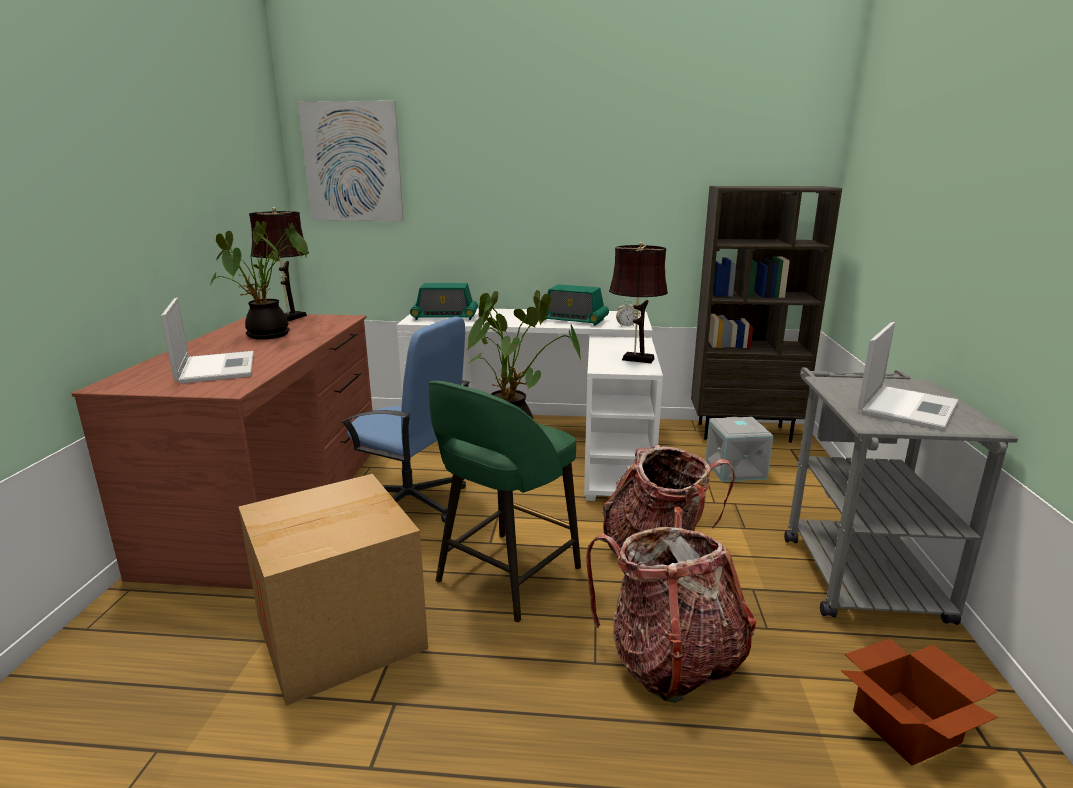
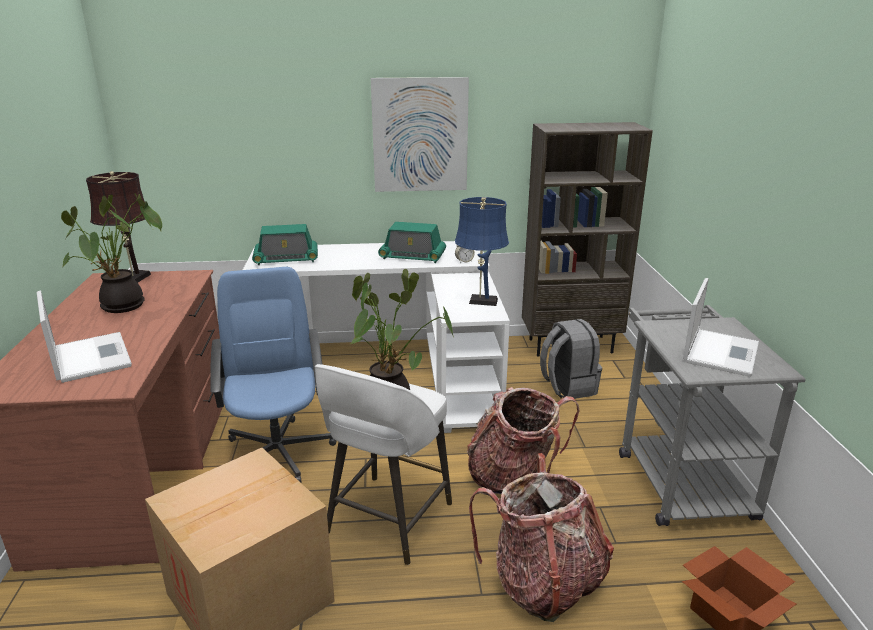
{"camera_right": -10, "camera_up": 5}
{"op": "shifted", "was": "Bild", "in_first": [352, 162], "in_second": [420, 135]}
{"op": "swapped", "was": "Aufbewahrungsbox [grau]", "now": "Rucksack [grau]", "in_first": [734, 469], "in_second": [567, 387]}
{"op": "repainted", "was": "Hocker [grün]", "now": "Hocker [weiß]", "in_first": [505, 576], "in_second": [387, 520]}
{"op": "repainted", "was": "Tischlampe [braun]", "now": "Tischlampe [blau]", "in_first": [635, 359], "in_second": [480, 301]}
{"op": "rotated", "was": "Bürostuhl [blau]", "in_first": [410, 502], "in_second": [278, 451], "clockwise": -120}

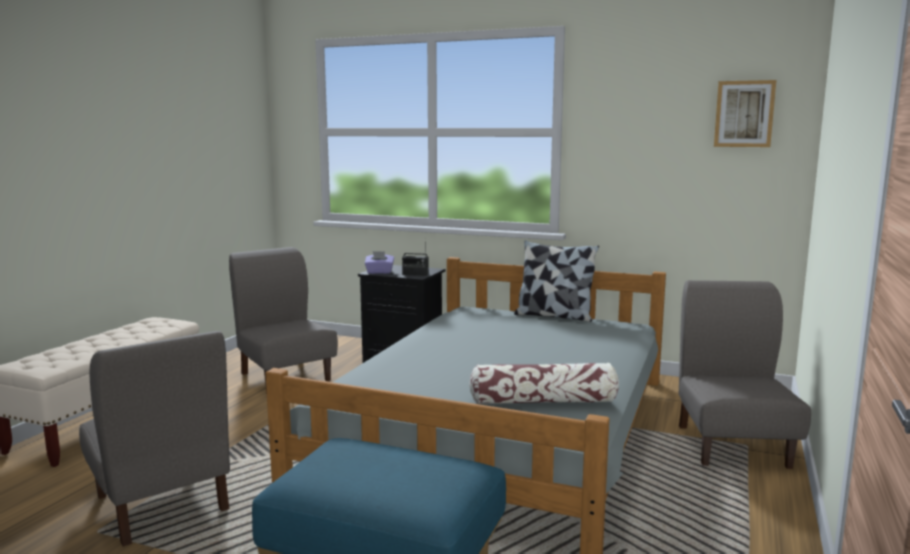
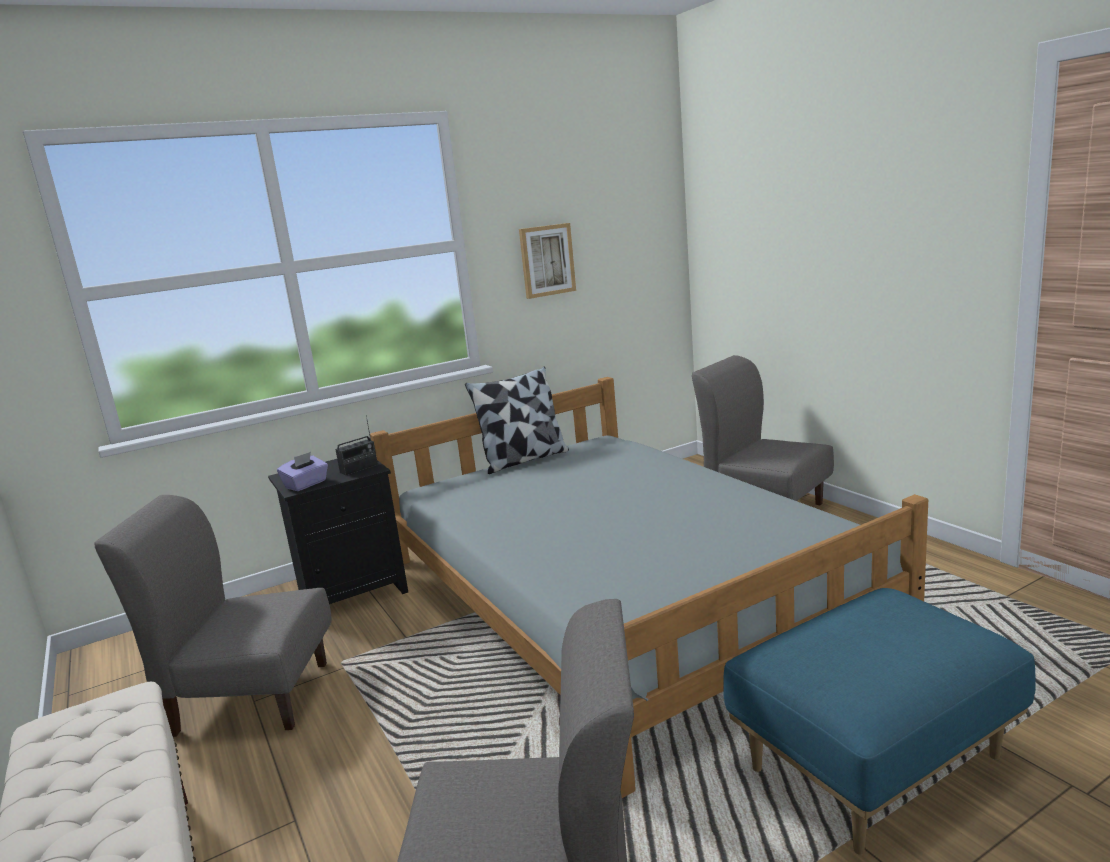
{"camera_right": -50, "camera_up": 5}
{"op": "gone", "was": "Kissen", "in_first": [543, 401]}
{"op": "shifted", "was": "Bild", "in_first": [744, 114], "in_second": [547, 260]}

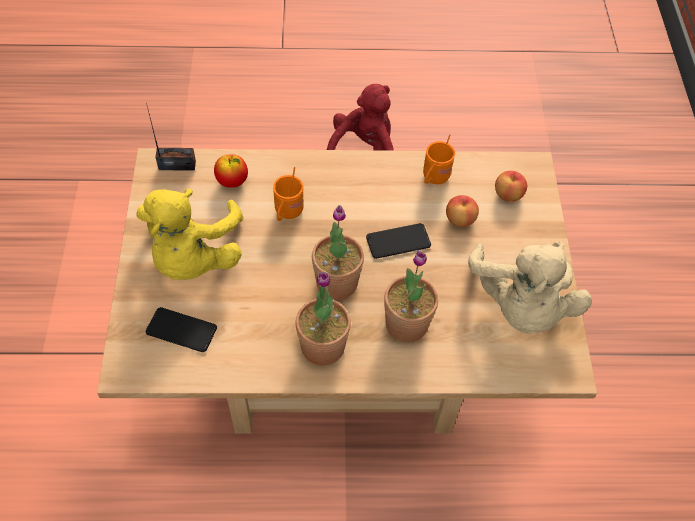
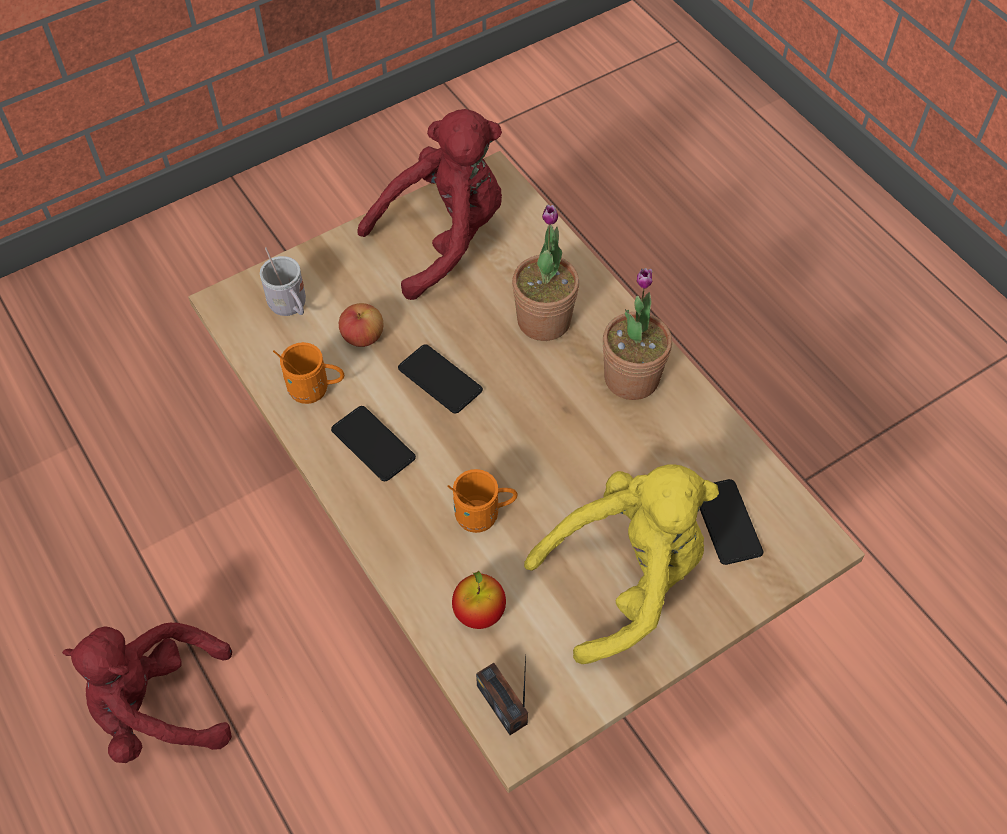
{"camera_right": -120, "camera_up": 0}
{"op": "gone", "was": "Topfpflanze", "in_first": [337, 282]}
{"op": "new", "now": "Handy", "in_second": [373, 444]}
{"op": "swapped", "was": "Apfel", "now": "Henkelbecher [weiß]", "in_first": [508, 194], "in_second": [291, 308]}
{"op": "repainted", "was": "Plüschtier [beige]", "now": "Plüschtier [rot]", "in_first": [520, 305], "in_second": [444, 238]}

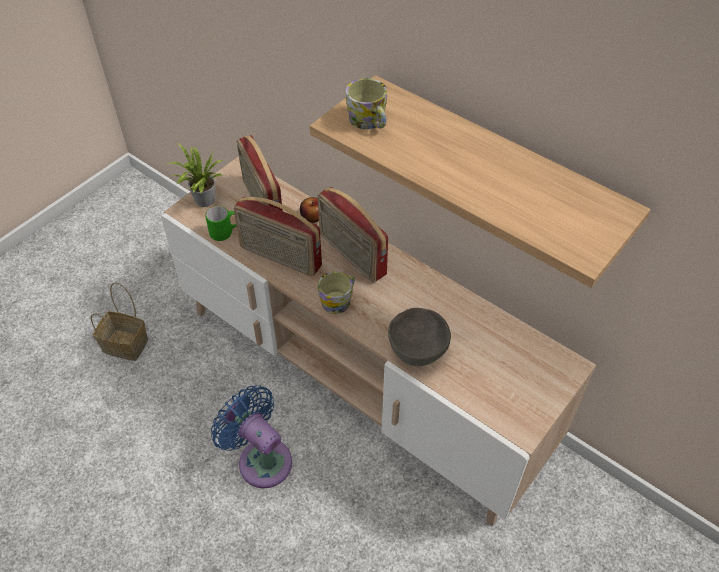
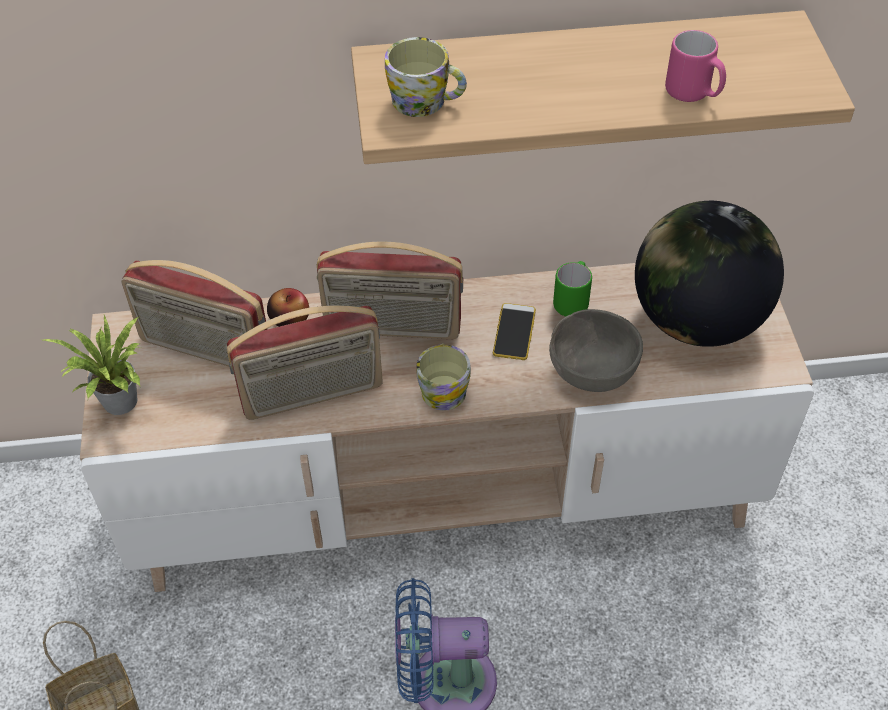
{"camera_right": -45, "camera_up": 0}
{"op": "new", "now": "Handy", "in_second": [514, 332]}
{"op": "new", "now": "Globus", "in_second": [696, 321]}
{"op": "new", "now": "Henkelbecher [rosa]", "in_second": [693, 94]}
{"op": "shifted", "was": "Henkelbecher [grün]", "in_first": [225, 232], "in_second": [572, 301]}

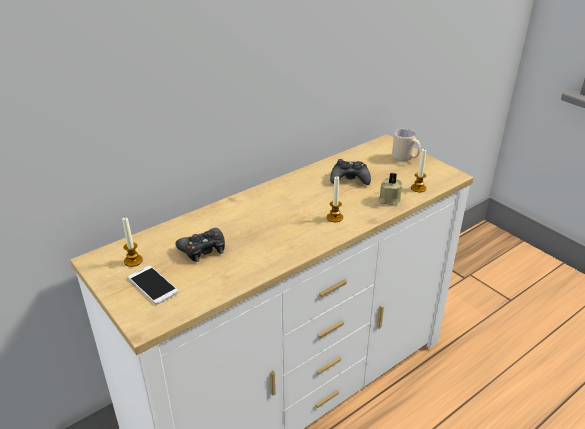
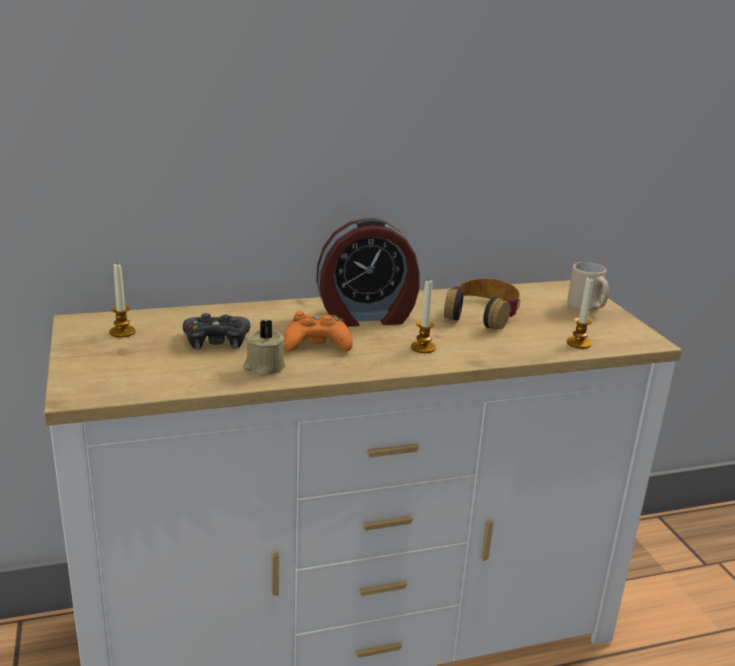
{"camera_right": 20, "camera_up": -10}
{"op": "gone", "was": "Handy", "in_first": [153, 285]}
{"op": "new", "now": "Gamepad [orange]", "in_second": [317, 344]}
{"op": "new", "now": "Wecker", "in_second": [366, 316]}
{"op": "shifted", "was": "Kerze [beige]", "in_first": [388, 199], "in_second": [263, 367]}
{"op": "swapped", "was": "Gamepad [schwarz]", "now": "Kopfhörer", "in_first": [350, 179], "in_second": [482, 313]}

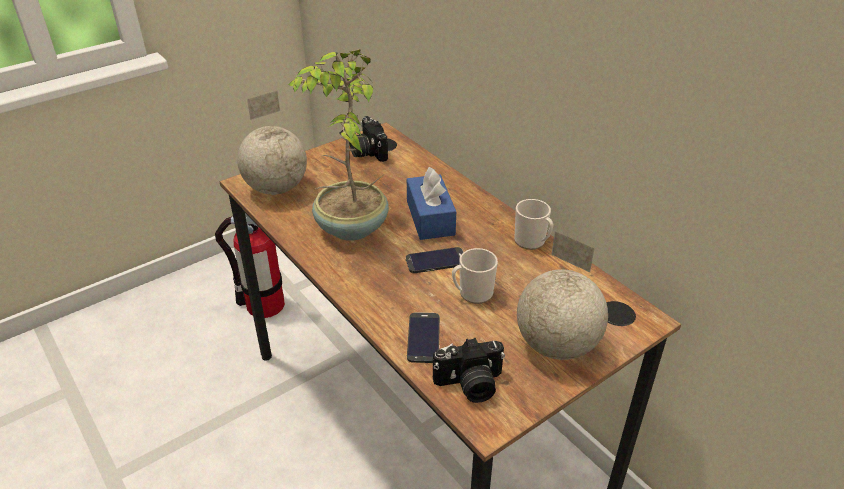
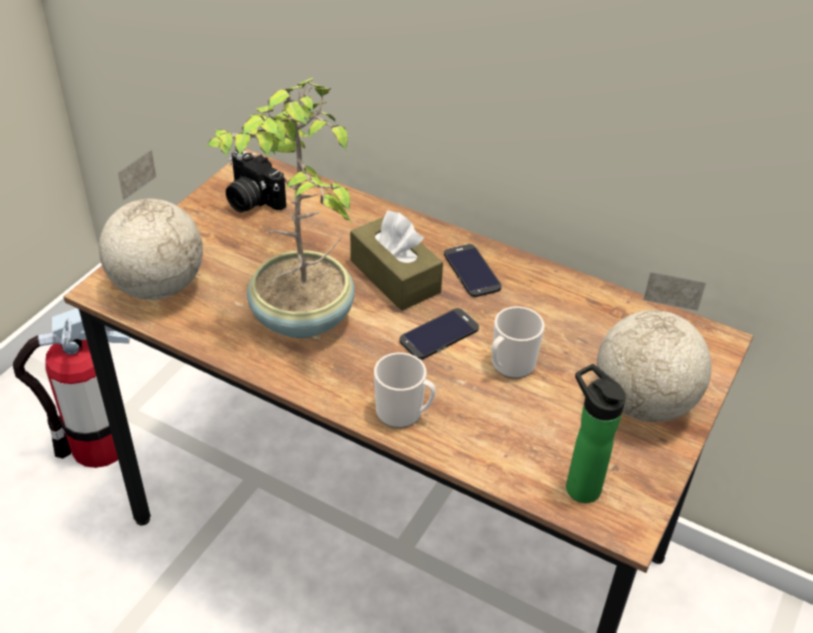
{"camera_right": -25, "camera_up": 5}
{"op": "shifted", "was": "Handy", "in_first": [423, 337], "in_second": [472, 271]}
{"op": "shifted", "was": "Henkelbecher", "in_first": [532, 242], "in_second": [404, 413]}
{"op": "swapped", "was": "Kamera", "now": "Flasche", "in_first": [470, 385], "in_second": [579, 485]}
{"op": "repainted", "was": "Taschentuchbox [blau]", "now": "Taschentuchbox [braun]", "in_first": [430, 218], "in_second": [395, 276]}

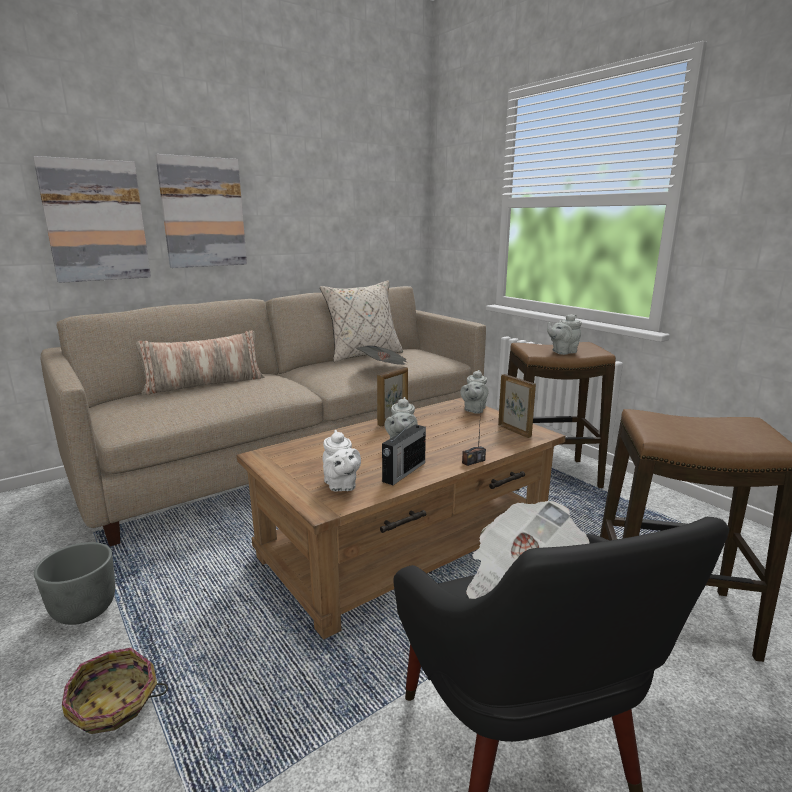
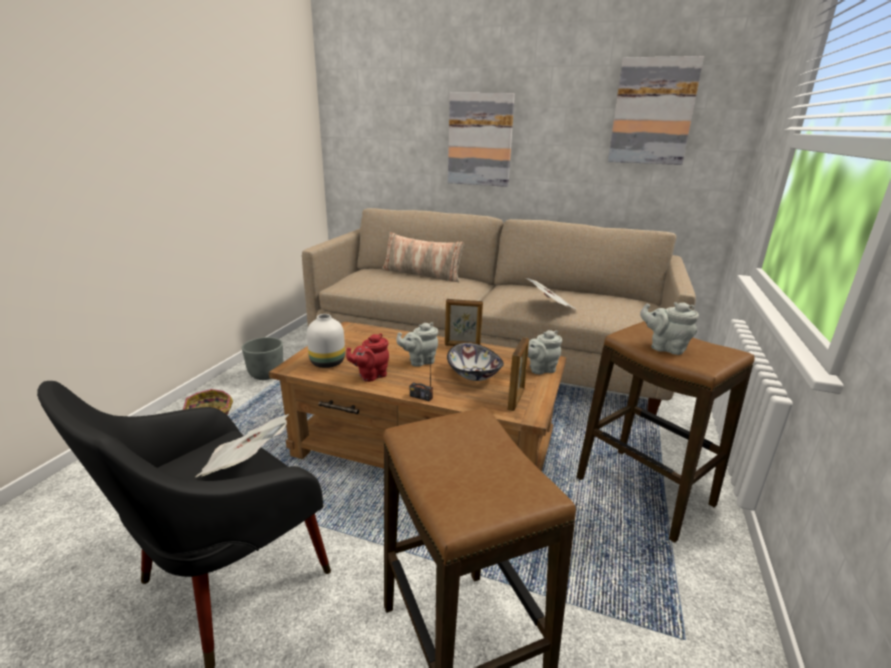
{"camera_right": 55, "camera_up": 5}
{"op": "gone", "was": "Kissen [beige]", "in_first": [363, 355]}
{"op": "new", "now": "Schüssel", "in_second": [474, 375]}
{"op": "shifted", "was": "Bild", "in_first": [95, 221], "in_second": [652, 112]}
{"op": "swapped", "was": "Teekanne [weiß]", "now": "Vase [weiß]", "in_first": [341, 486], "in_second": [328, 362]}
{"op": "swapped", "was": "Radio", "now": "Teekanne [rot]", "in_first": [403, 472], "in_second": [370, 376]}

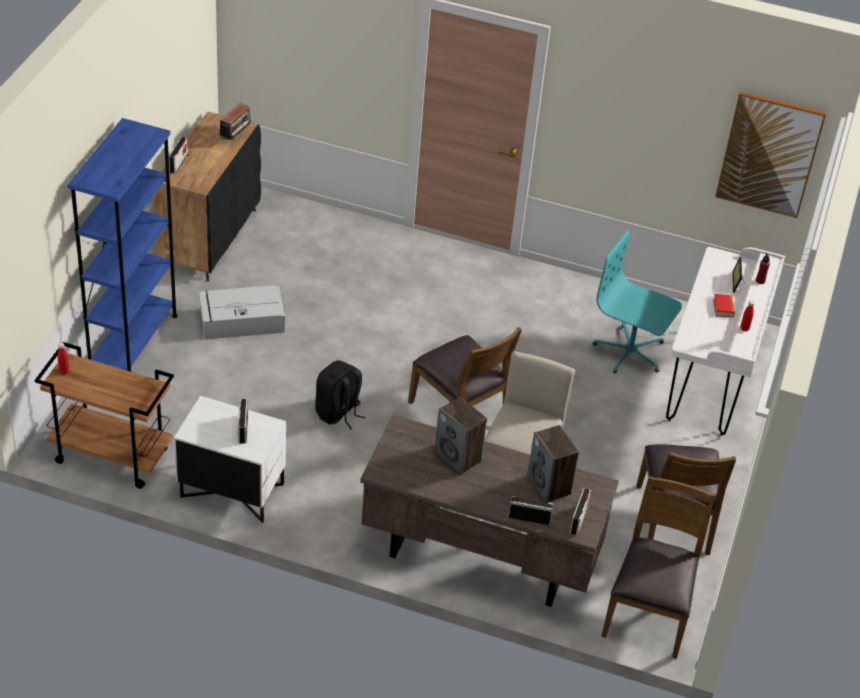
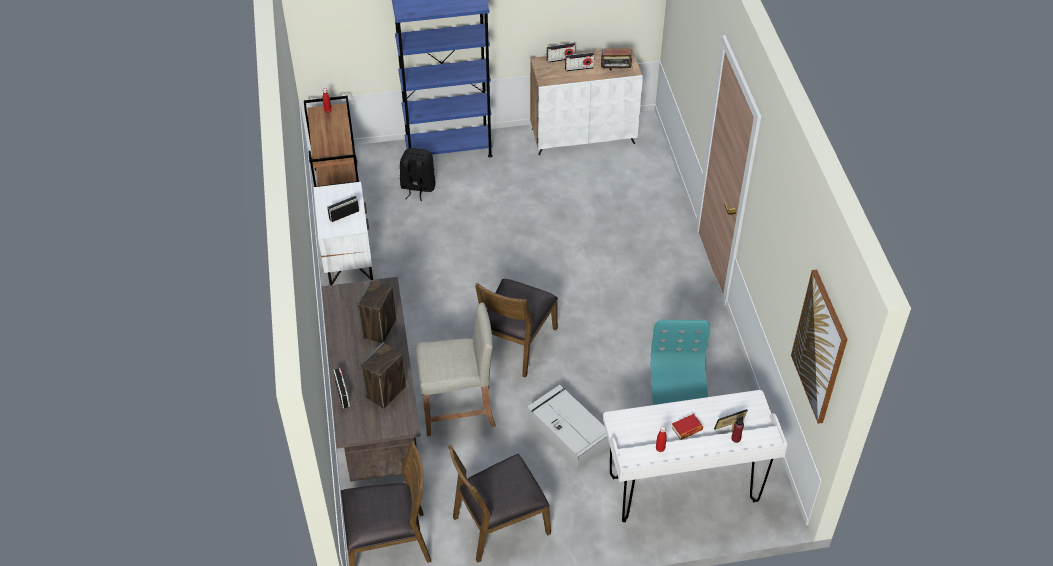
{"camera_right": 65, "camera_up": 5}
{"op": "shifted", "was": "Aufbewahrungsbox [grau]", "in_first": [240, 321], "in_second": [567, 432]}
{"op": "shifted", "was": "Rucksack [schwarz]", "in_first": [338, 413], "in_second": [417, 187]}
{"op": "shifted", "was": "Radio", "in_first": [578, 519], "in_second": [579, 68]}
{"op": "repainted", "was": "Schrank [schwarz]", "now": "Schrank [weiß]", "in_first": [210, 238], "in_second": [583, 135]}

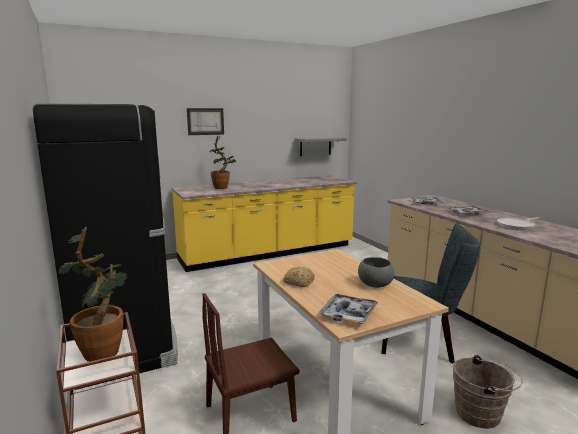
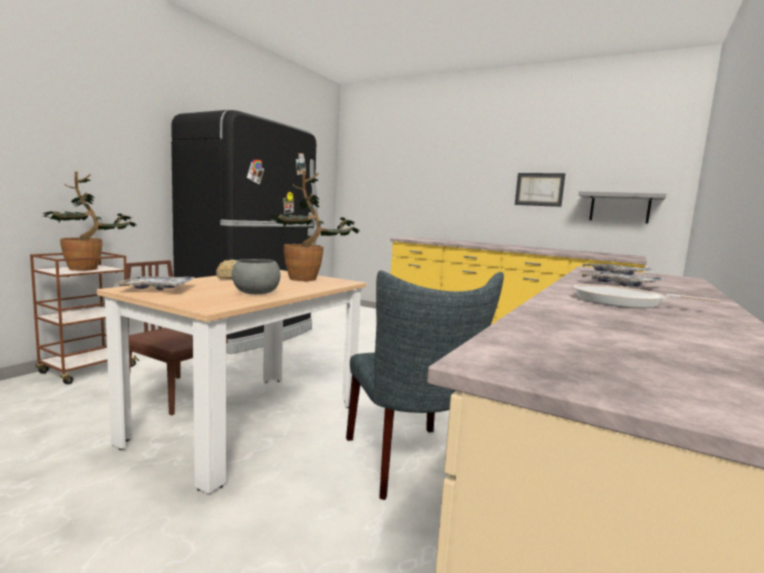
{"camera_right": 55, "camera_up": -5}
{"op": "gone", "was": "Eimer [braun]", "in_first": [481, 414]}
{"op": "shifted", "was": "Bild", "in_first": [205, 121], "in_second": [539, 189]}
{"op": "shifted", "was": "Topfpflanze", "in_first": [223, 187], "in_second": [310, 279]}

